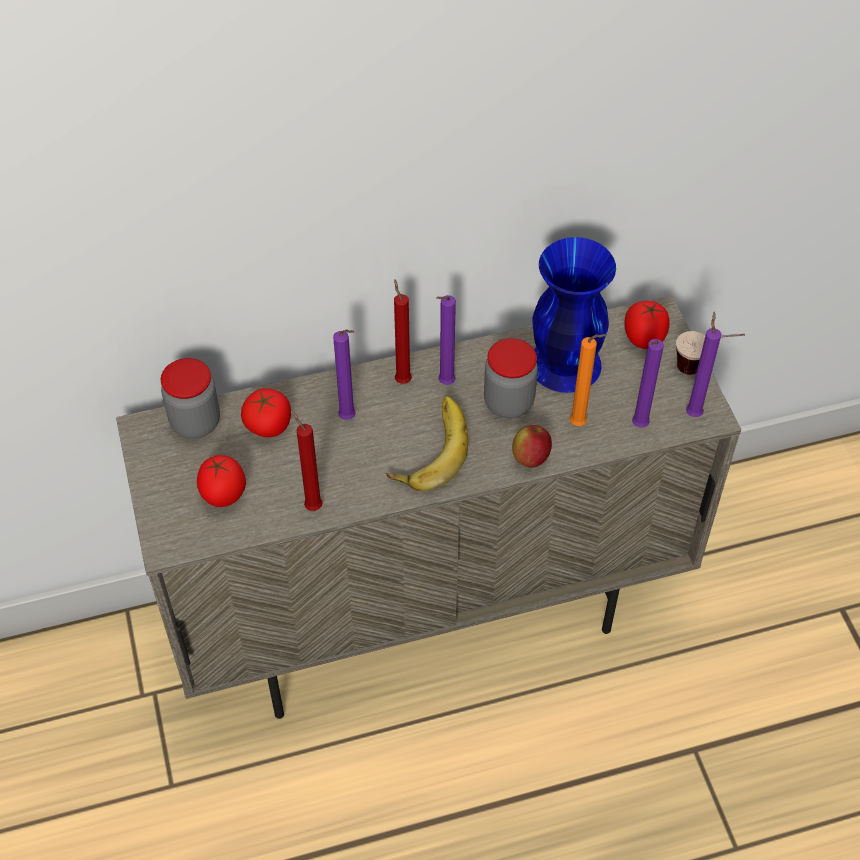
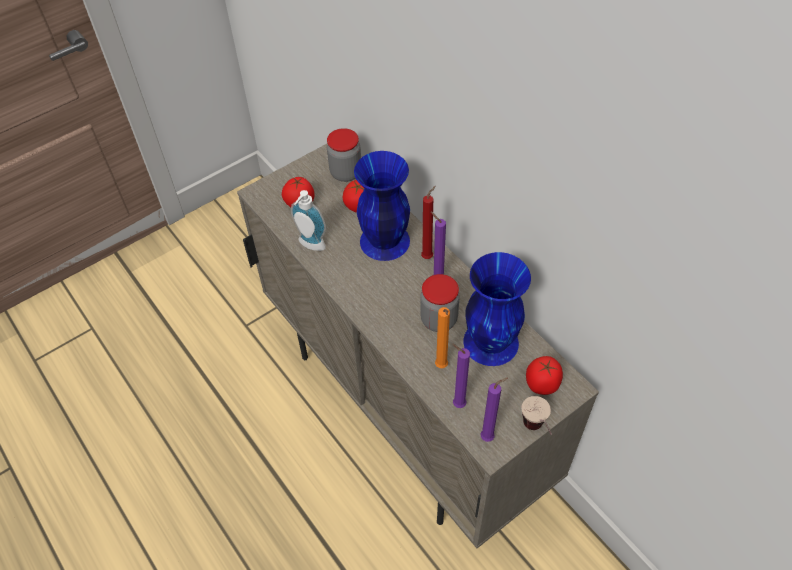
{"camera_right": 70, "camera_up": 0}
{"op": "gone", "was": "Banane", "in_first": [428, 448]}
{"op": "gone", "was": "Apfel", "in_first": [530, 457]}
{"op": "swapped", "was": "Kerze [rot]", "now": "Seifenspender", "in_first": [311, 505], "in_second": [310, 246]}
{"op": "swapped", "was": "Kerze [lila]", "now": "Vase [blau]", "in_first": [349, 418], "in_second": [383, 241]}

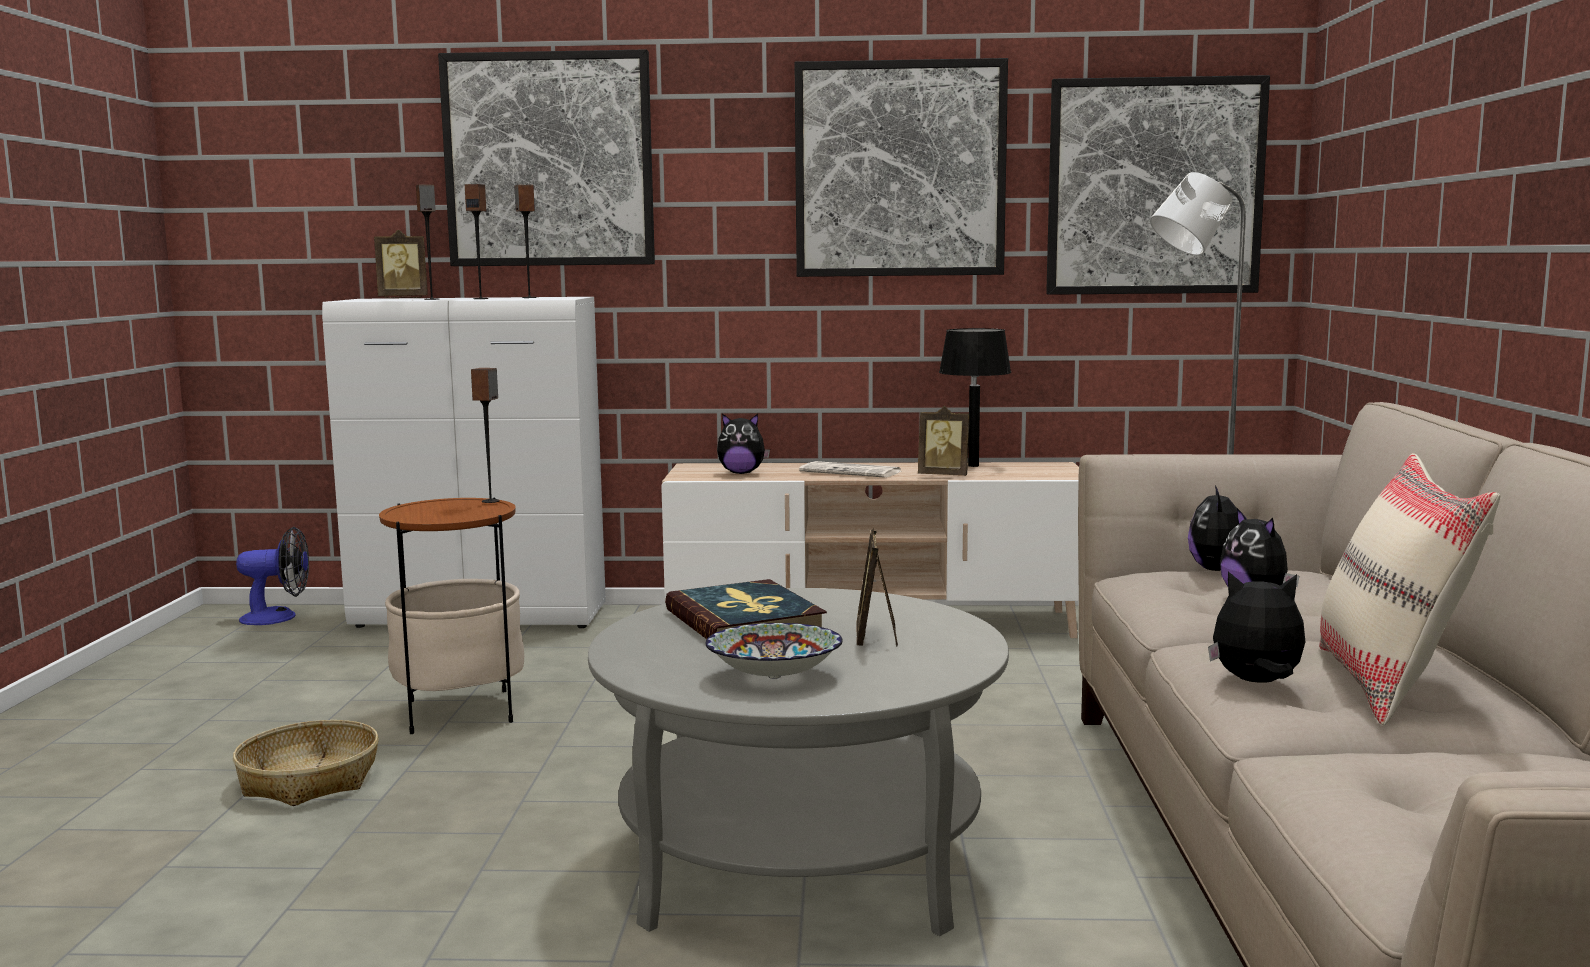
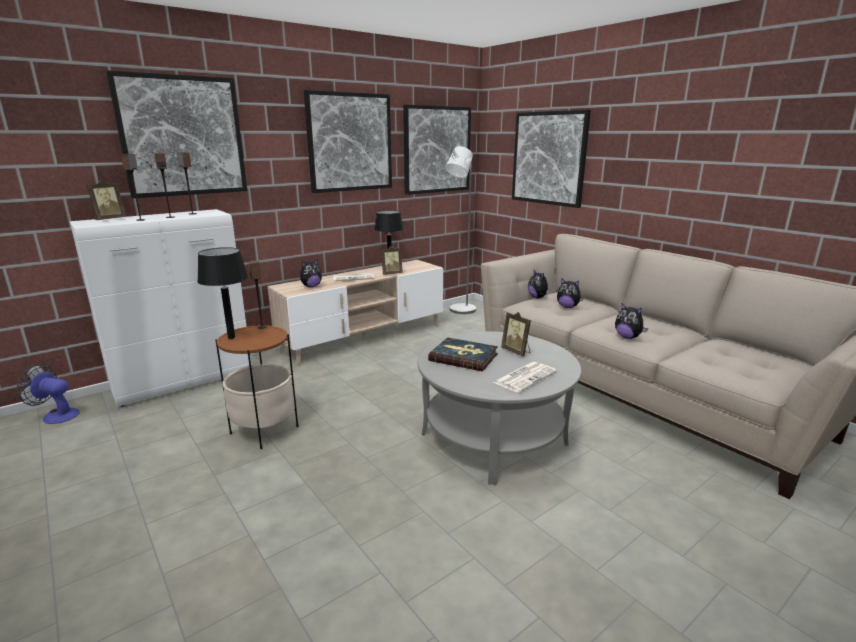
{"camera_right": -40, "camera_up": 10}
{"op": "gone", "was": "Korb", "in_first": [309, 780]}
{"op": "gone", "was": "Kissen [beige]", "in_first": [1389, 686]}
{"op": "new", "now": "Tischlampe [schwarz]", "in_second": [231, 337]}
{"op": "new", "now": "Bild", "in_second": [549, 158]}
{"op": "swapped", "was": "Schüssel", "now": "Zeitung", "in_first": [774, 676], "in_second": [525, 377]}
{"op": "rotated", "was": "Ventilator", "in_first": [278, 617], "in_second": [56, 415], "clockwise": -120}
{"op": "rotated", "was": "Plüschtier", "in_first": [1256, 683], "in_second": [628, 337], "clockwise": -105}

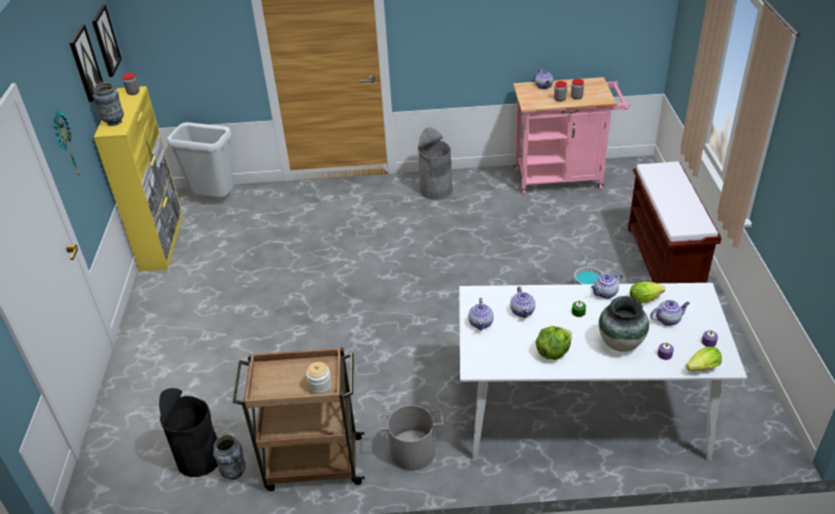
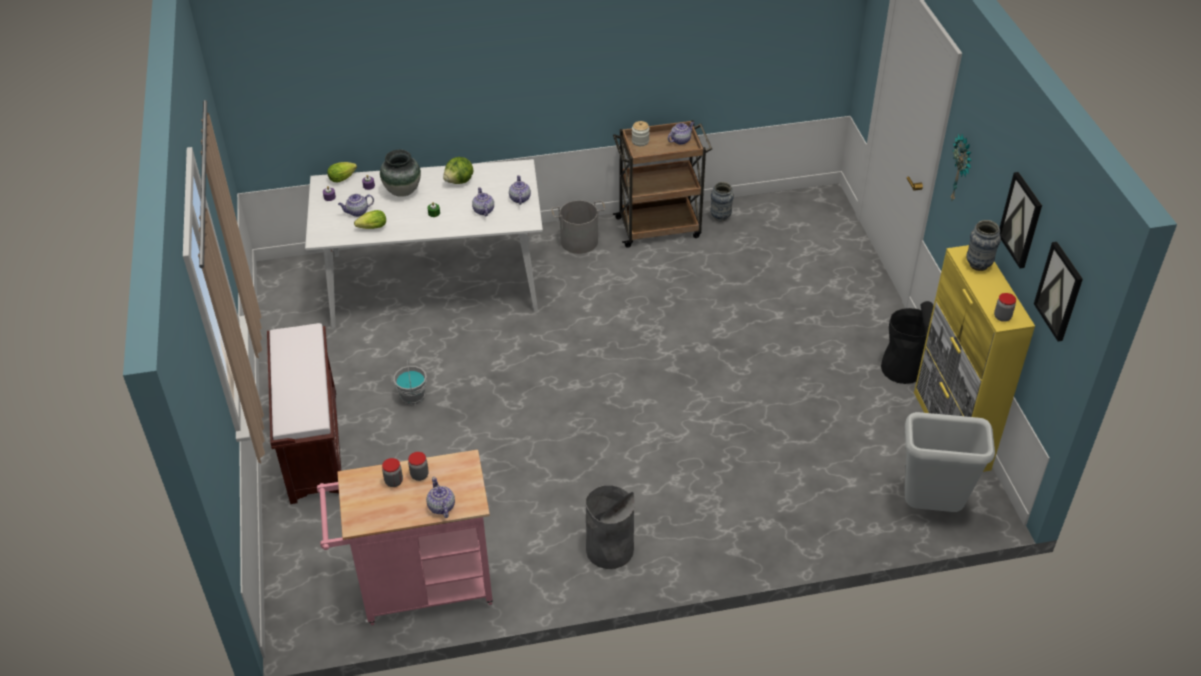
{"camera_right": 170, "camera_up": 5}
{"op": "shifted", "was": "Mülleimer [schwarz]", "in_first": [199, 458], "in_second": [902, 368]}
{"op": "shifted", "was": "Teekanne", "in_first": [605, 293], "in_second": [680, 140]}

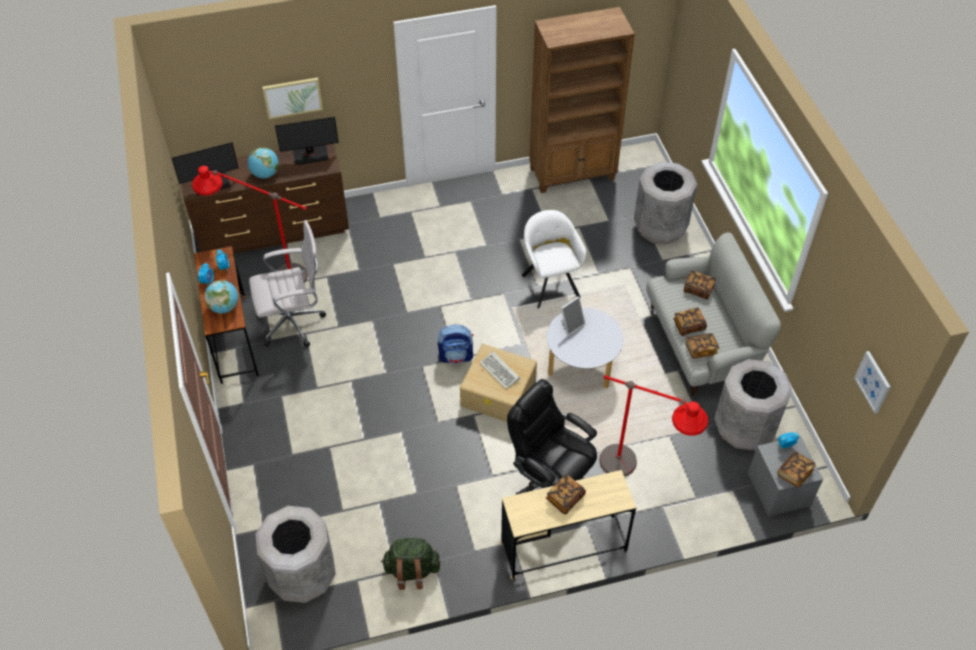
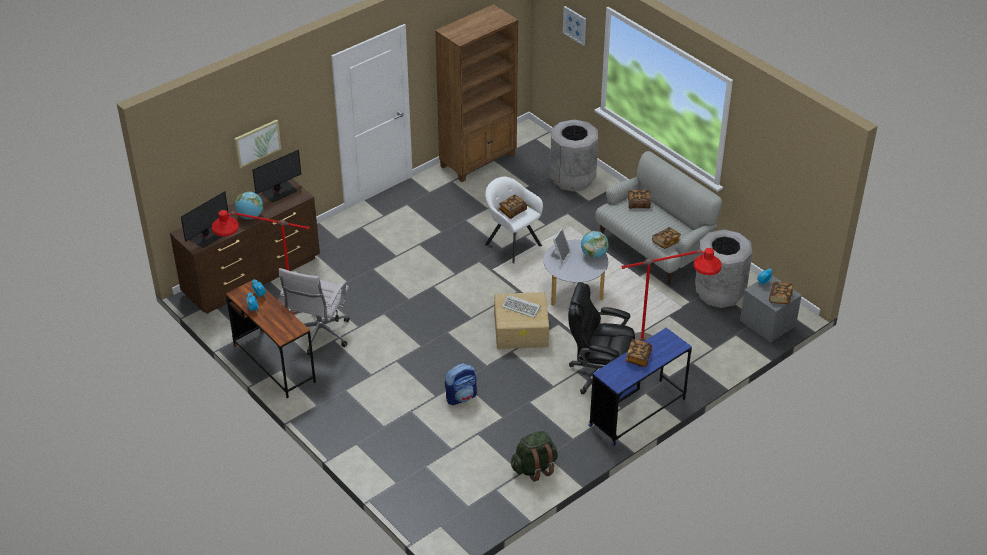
{"camera_right": -25, "camera_up": -10}
{"op": "gone", "was": "Mülleimer [grau]", "in_first": [302, 576]}
{"op": "shifted", "was": "Globus", "in_first": [224, 307], "in_second": [594, 255]}
{"op": "shifted", "was": "Rucksack", "in_first": [456, 356], "in_second": [461, 397]}
{"op": "shifted", "was": "Buch", "in_first": [688, 326], "in_second": [512, 211]}
{"op": "shifted", "was": "Bild", "in_first": [873, 382], "in_second": [575, 25]}
{"op": "repainted", "was": "Schreibtisch [beige]", "now": "Schreibtisch [blau]", "in_first": [563, 547], "in_second": [637, 412]}
{"op": "rotated", "was": "Bürostuhl [weiß]", "in_first": [294, 323], "in_second": [319, 336], "clockwise": 150}

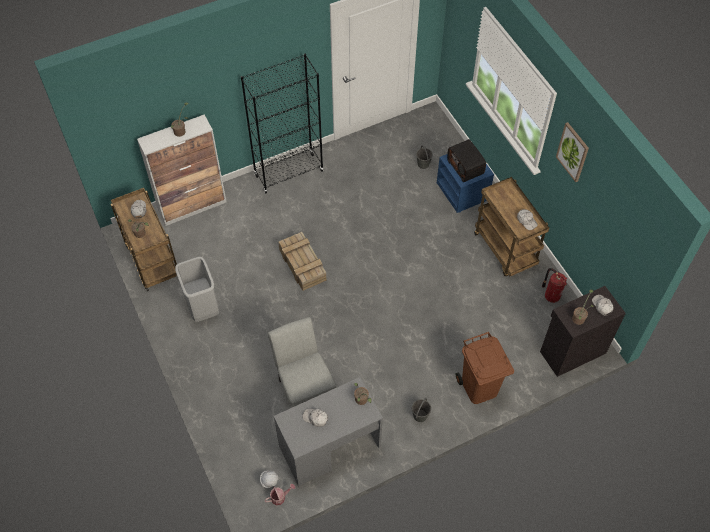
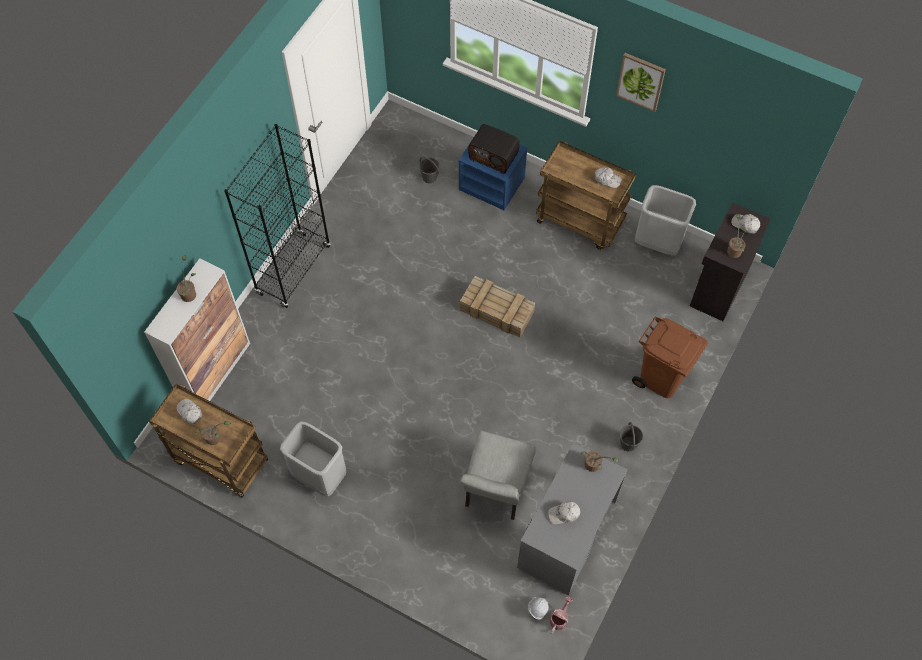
{"camera_right": -35, "camera_up": 5}
{"op": "shifted", "was": "Kiste", "in_first": [303, 265], "in_second": [498, 311]}
{"op": "swapped", "was": "Feuerlöscher", "now": "Mülleimer [grau]", "in_first": [551, 296], "in_second": [658, 242]}
{"op": "rotated", "was": "Stuhl [grau]", "in_first": [304, 388], "in_second": [495, 491], "clockwise": -105}

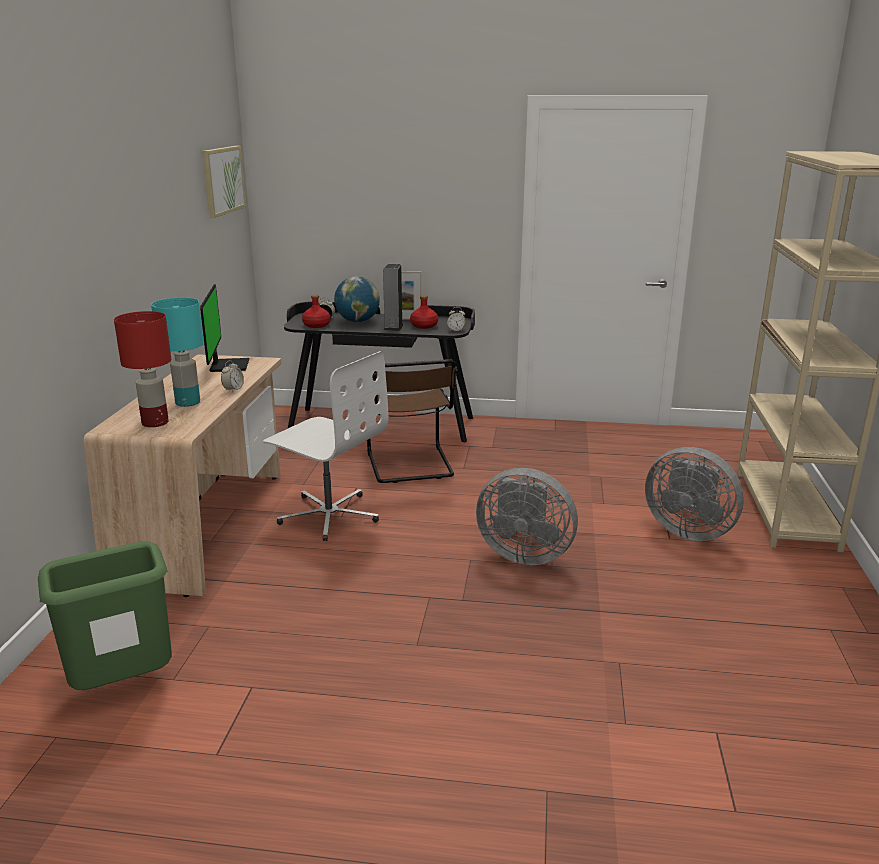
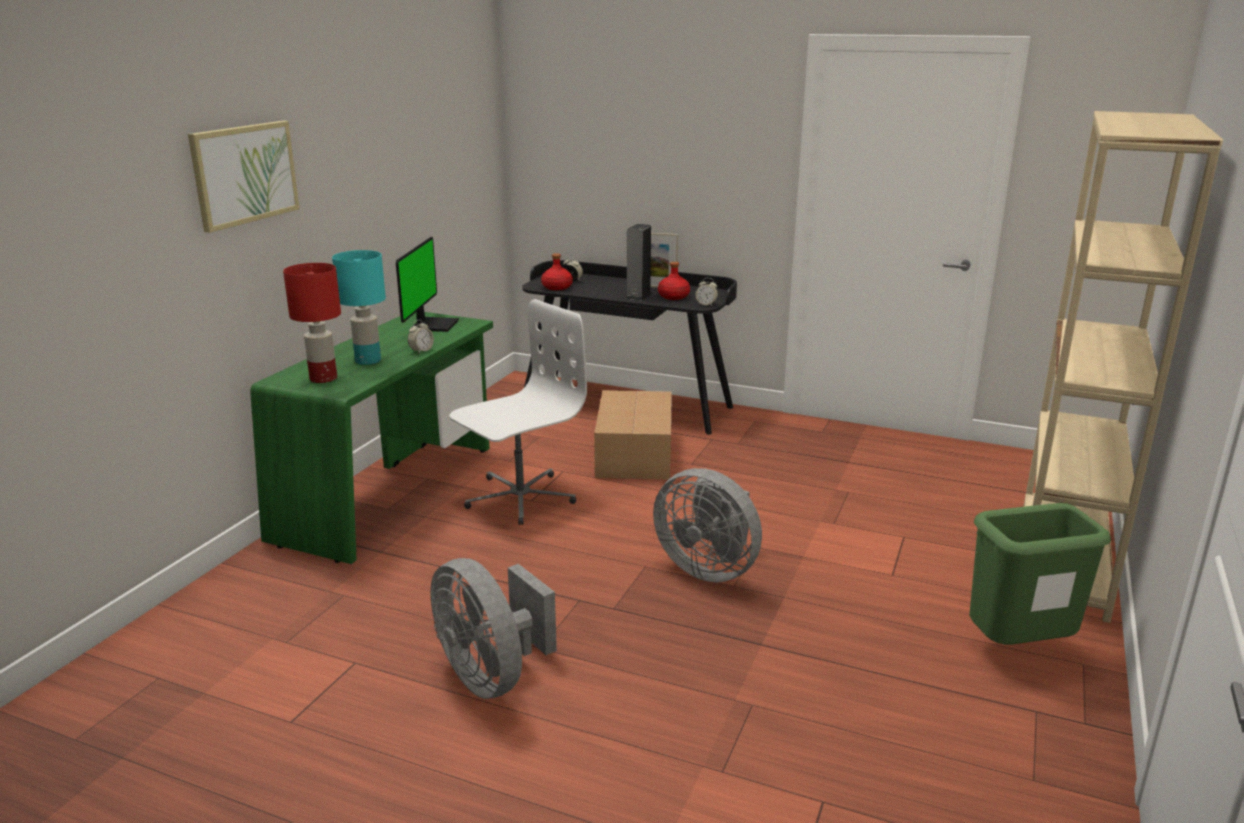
{"camera_right": 15, "camera_up": 0}
{"op": "gone", "was": "Globus", "in_first": [357, 321]}
{"op": "shifted", "was": "Mülleimer [grün]", "in_first": [125, 686], "in_second": [1018, 648]}
{"op": "shifted", "was": "Bild", "in_first": [223, 180], "in_second": [244, 174]}
{"op": "shifted", "was": "Ventilator [grau]", "in_first": [688, 530], "in_second": [491, 676]}
{"op": "swapped", "was": "Stuhl [braun]", "now": "Karton", "in_first": [410, 466], "in_second": [633, 454]}
{"op": "repainted", "was": "Schreibtisch [beige]", "now": "Schreibtisch [grün]", "in_first": [207, 526], "in_second": [392, 493]}
{"op": "rotated", "was": "Bürostuhl [weiß]", "in_first": [329, 515], "in_second": [519, 497], "clockwise": -90}

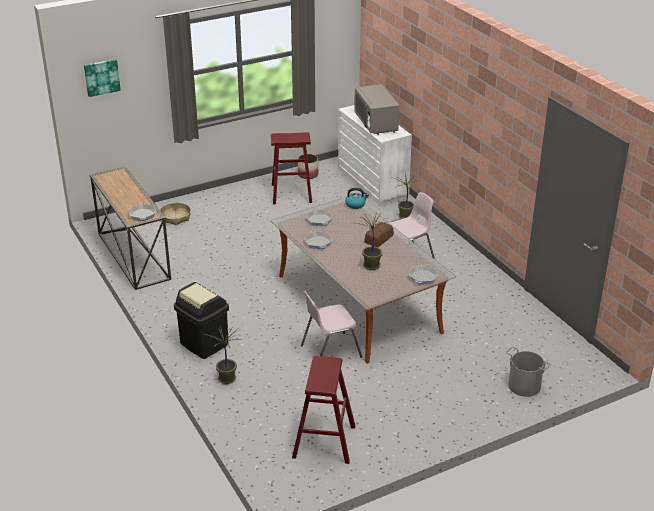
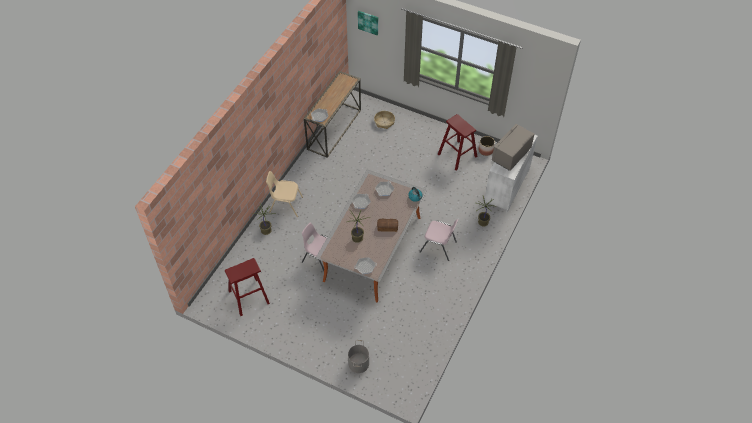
{"camera_right": 55, "camera_up": 20}
{"op": "swapped", "was": "Mülleimer [schwarz]", "now": "Stuhl [beige]", "in_first": [204, 344], "in_second": [285, 205]}

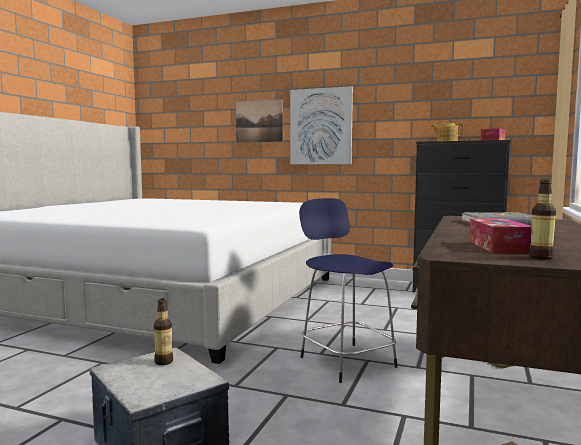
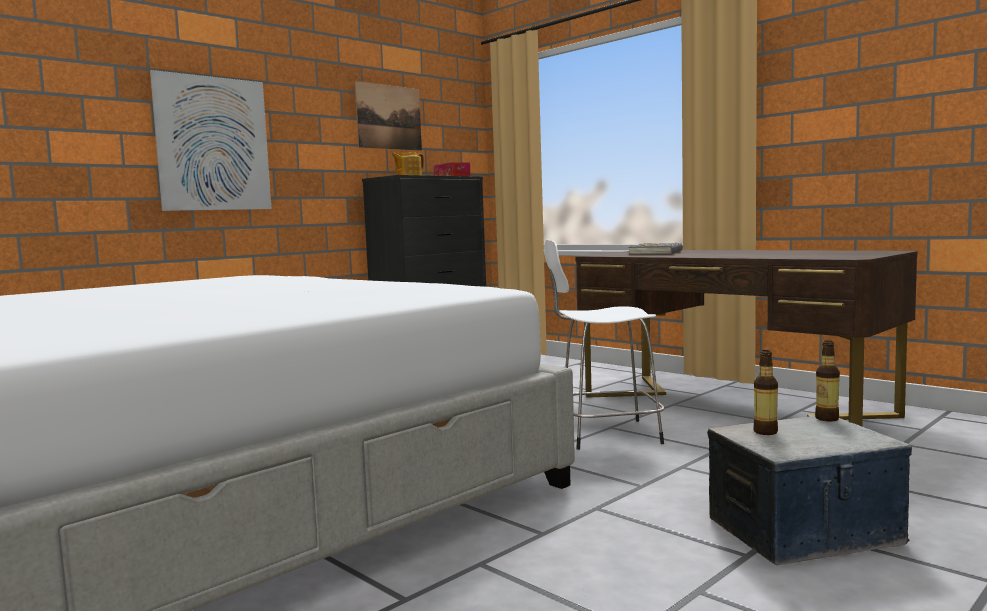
{"camera_right": -65, "camera_up": 0}
{"op": "gone", "was": "Taschentuchbox", "in_first": [498, 246]}
{"op": "shifted", "was": "Bild", "in_first": [259, 121], "in_second": [389, 117]}
{"op": "shifted", "was": "Flasche", "in_first": [541, 258], "in_second": [827, 418]}
{"op": "repainted", "was": "Hocker [blau]", "now": "Hocker [weiß]", "in_first": [345, 361], "in_second": [605, 434]}

